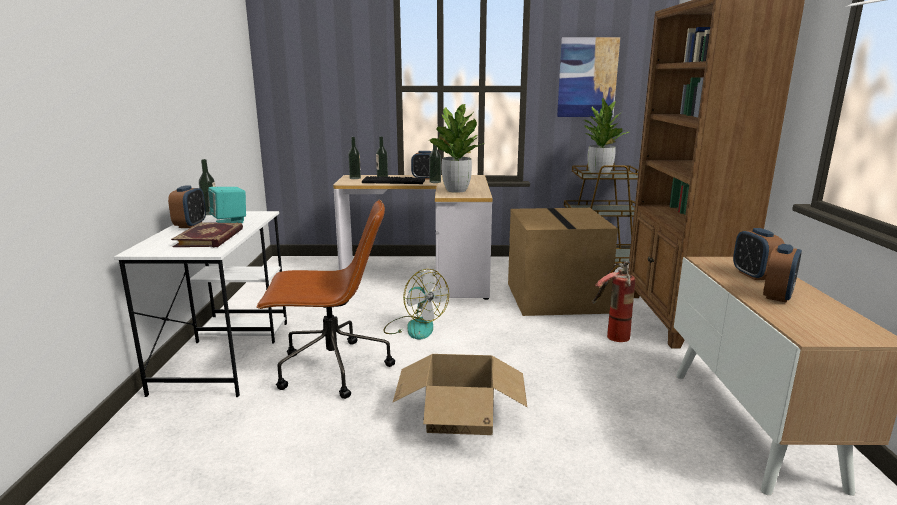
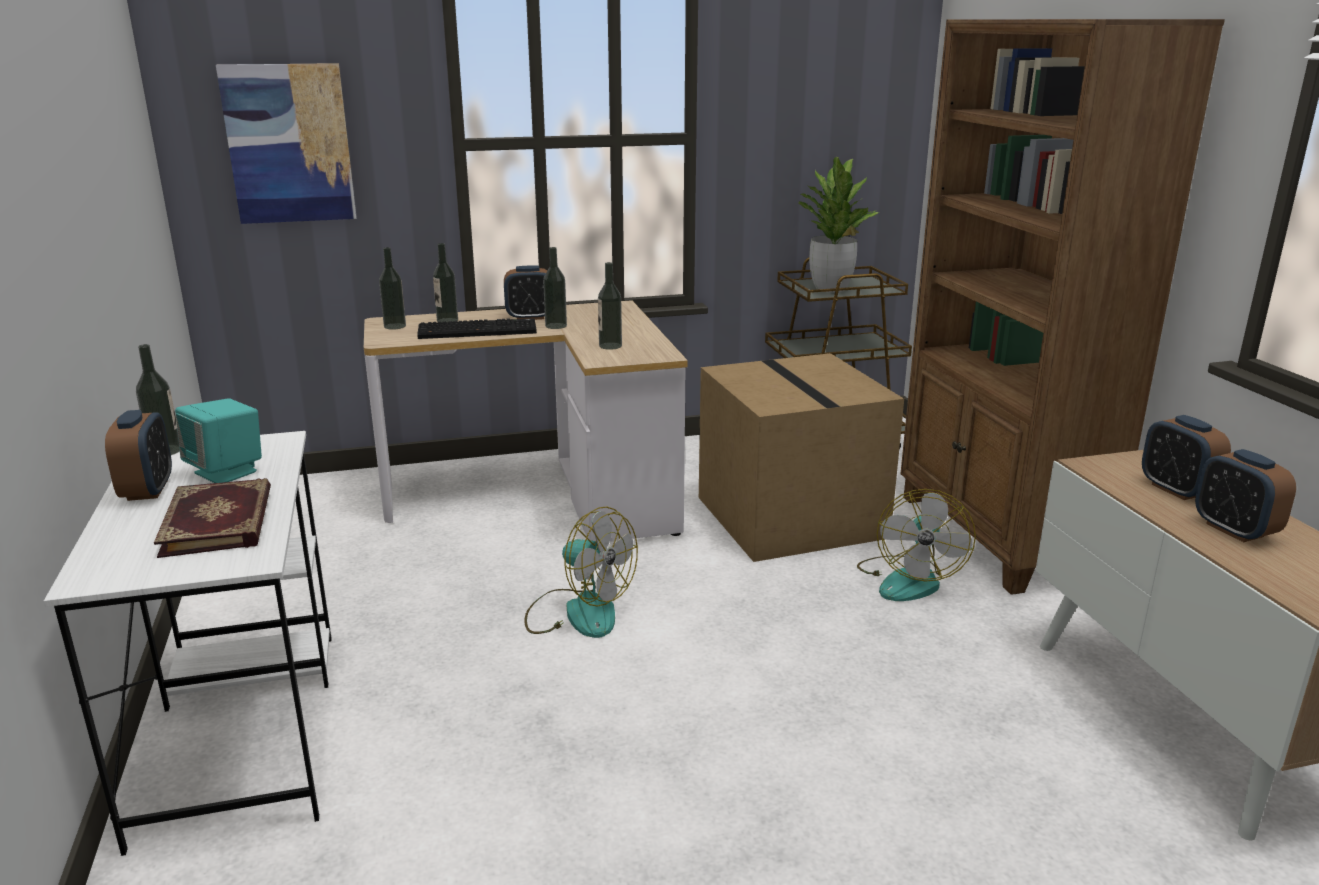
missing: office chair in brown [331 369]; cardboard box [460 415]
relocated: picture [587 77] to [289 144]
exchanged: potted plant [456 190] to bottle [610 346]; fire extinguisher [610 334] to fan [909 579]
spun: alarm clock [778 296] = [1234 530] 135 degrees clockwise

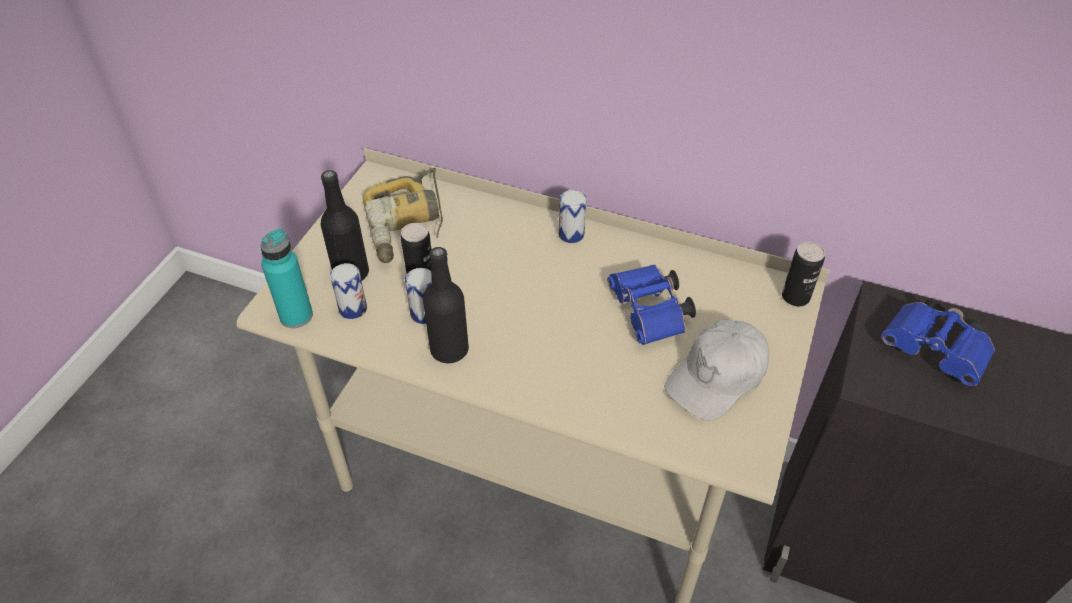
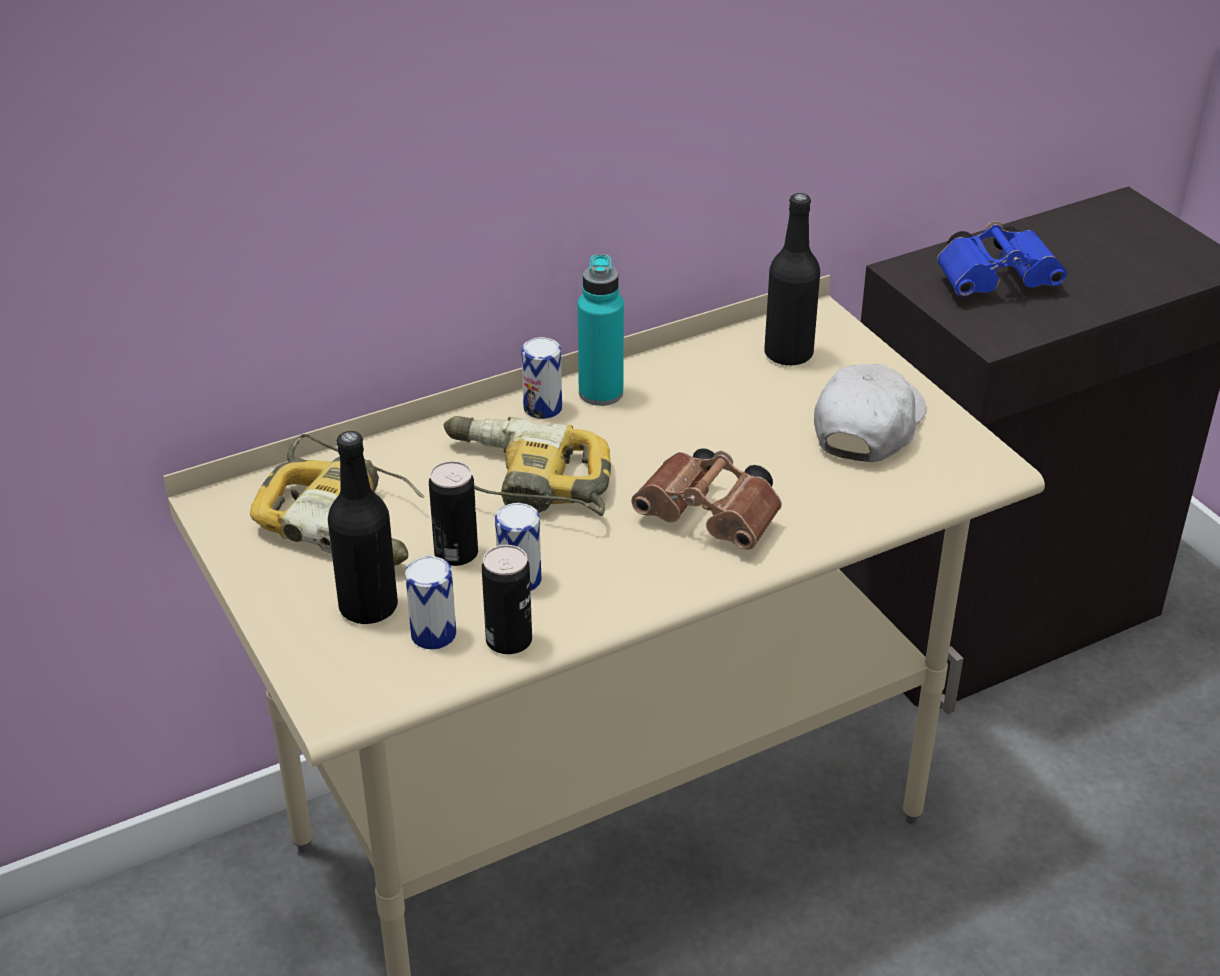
missing: binoculars in blue [650 315]
appeared: power drill [523 483]; binoculars in brown [713 519]
relocated: bottle in turquoise [296 316] to [601 393]; can [795 297] to [509 640]; bottle in black [449 350] to [788 354]
spun: cap in white [717 377] = [868 426] 150 degrees counterclockwise

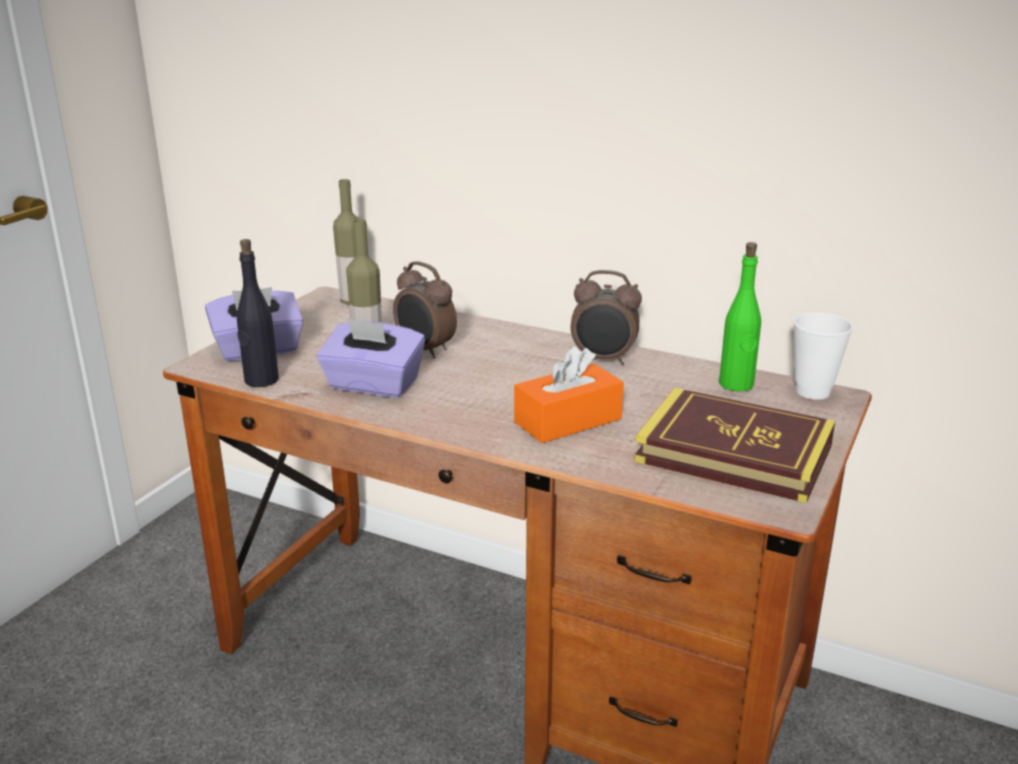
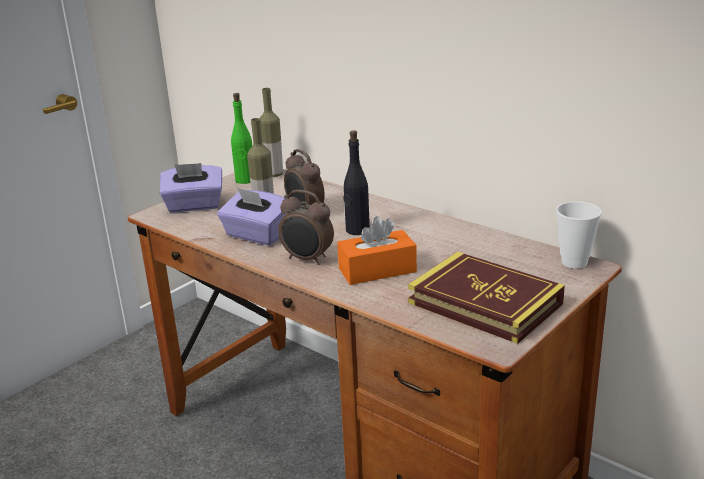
relocated: bottle in black [261 380] to [357 230]; bottle in green [736 384] to [245 180]; alarm clock [603 360] to [307 259]

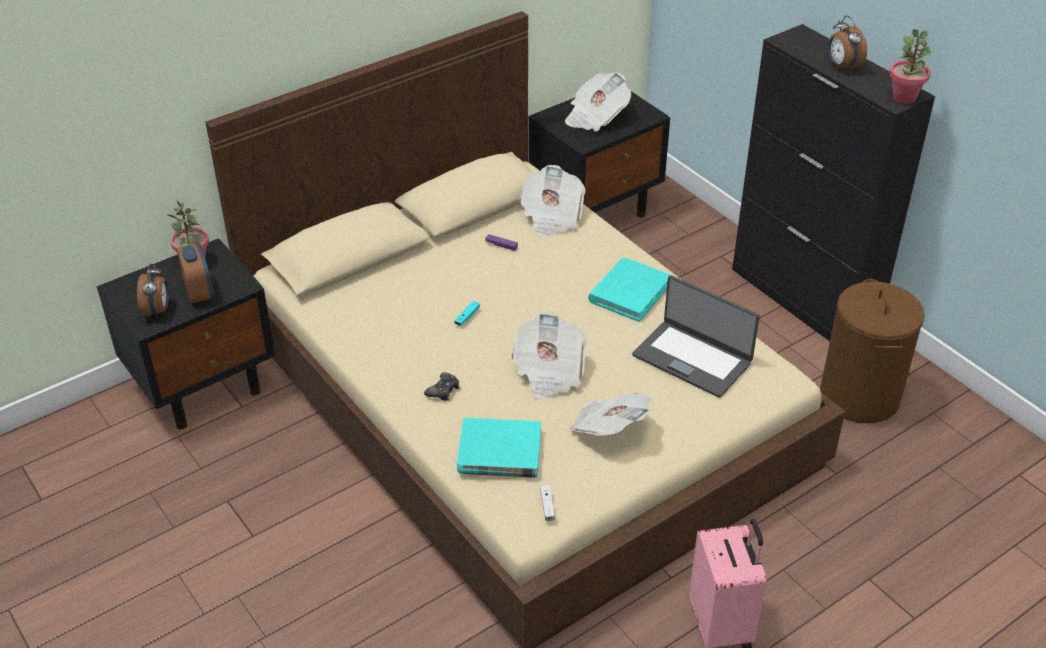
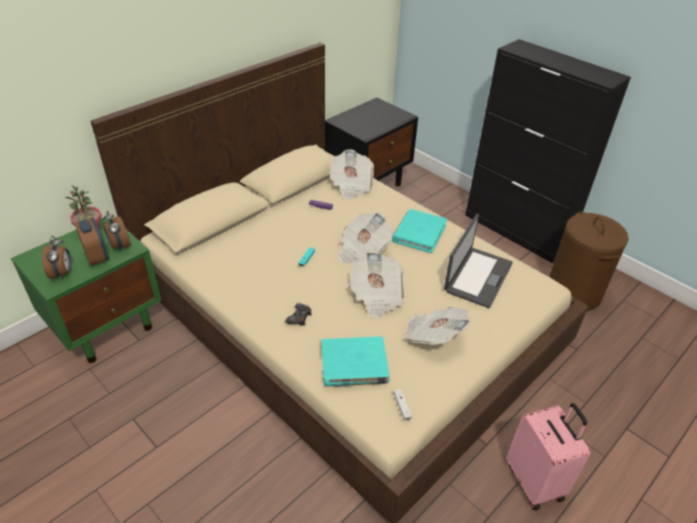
missing: potted plant [904 97]
relocated: alarm clock [842 67] to [119 246]; newspaper [596 117] to [362 251]
colour: nightstand in black [204 386] to nightstand in green [108 327]
spun: laptop [692 358] = [477 276] 90 degrees counterclockwise

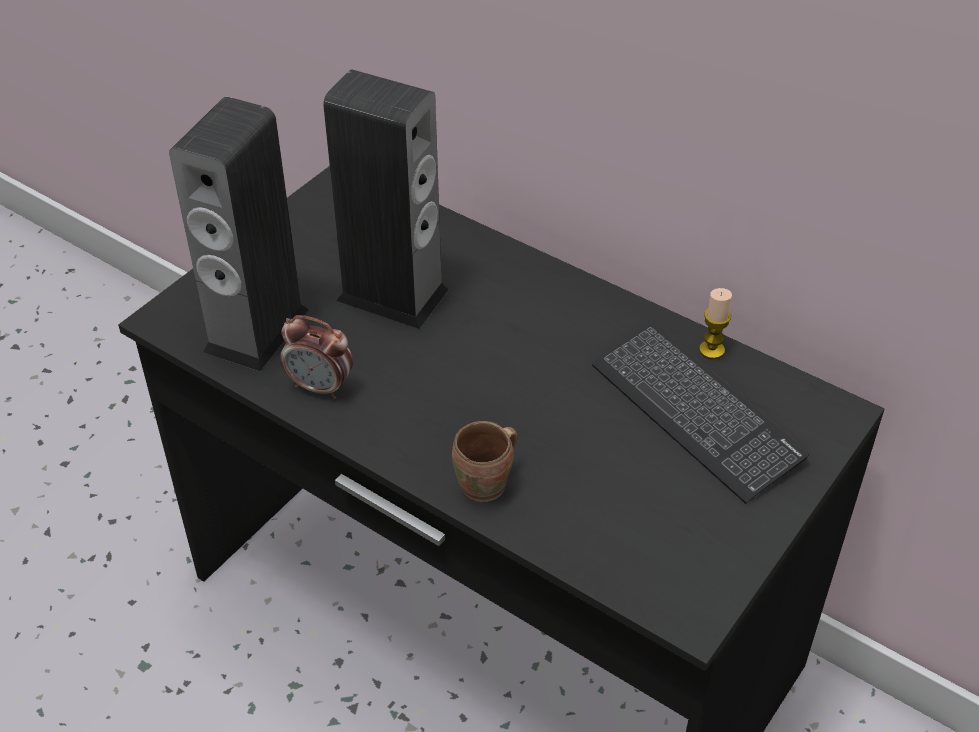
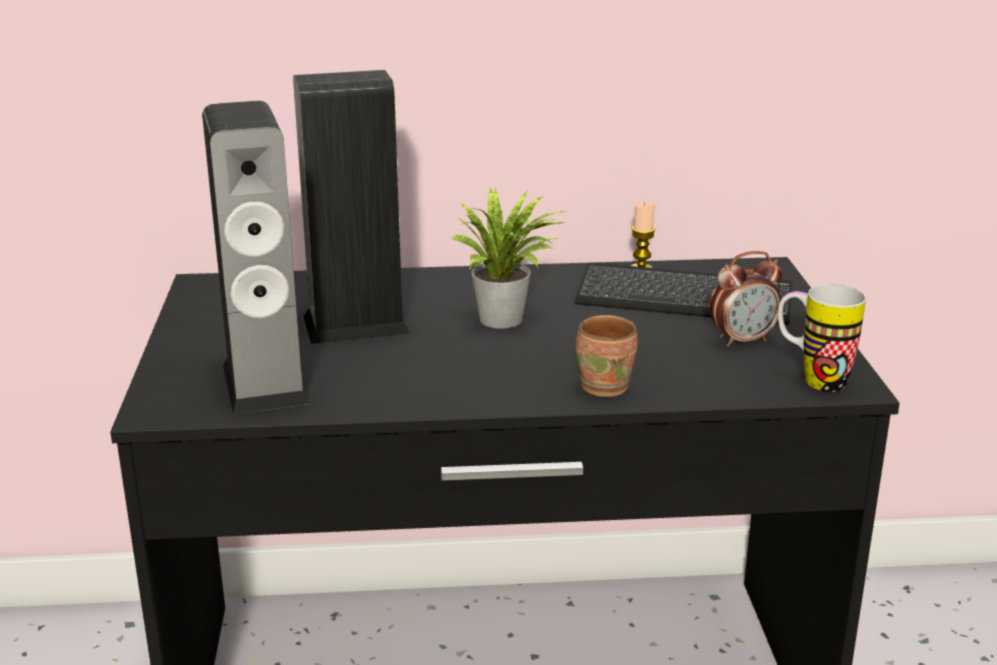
appeared: potted plant [506 320]; mug [812 379]
relocated: alarm clock [320 387] to [742 340]

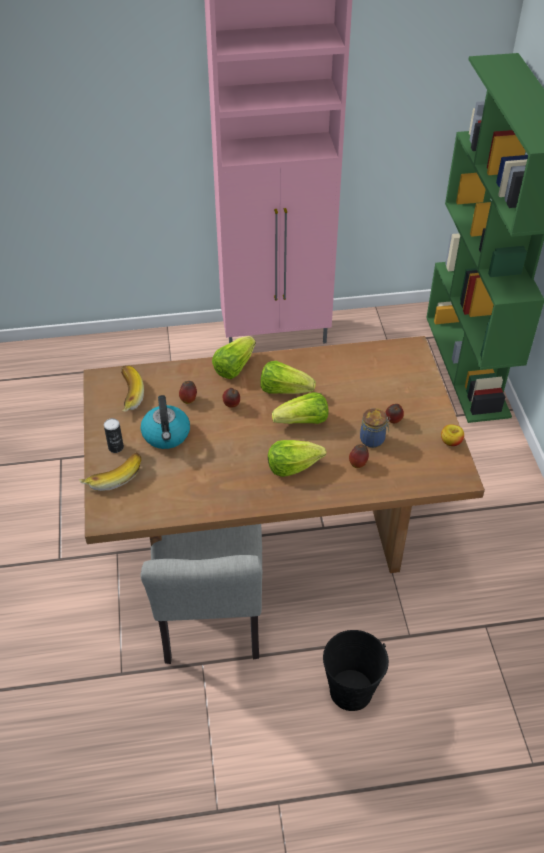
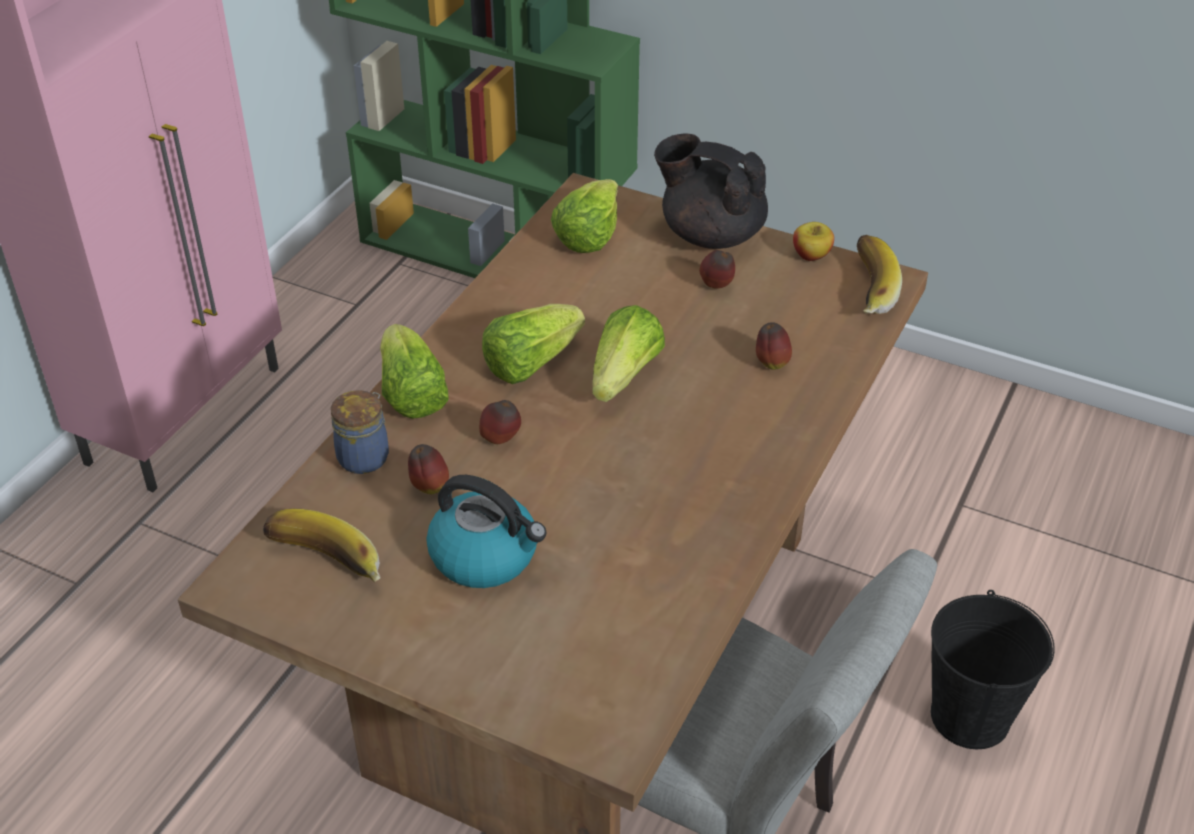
missing: can [116 447]
appeared: teapot in black [710 234]
relocated: jar [373 439] to [365 457]; lettuce [293 465] to [588 235]; banana [113 476] to [865 290]

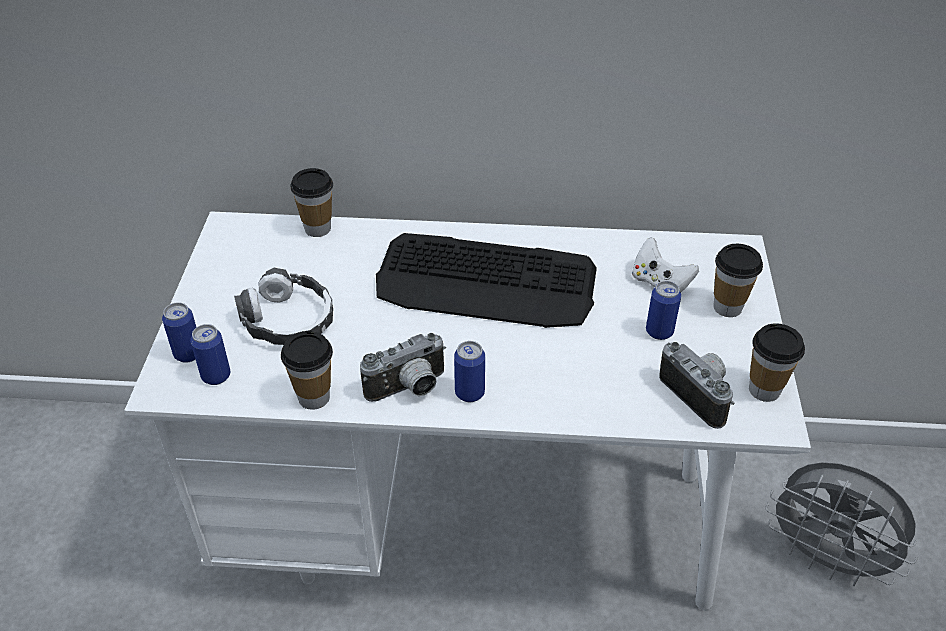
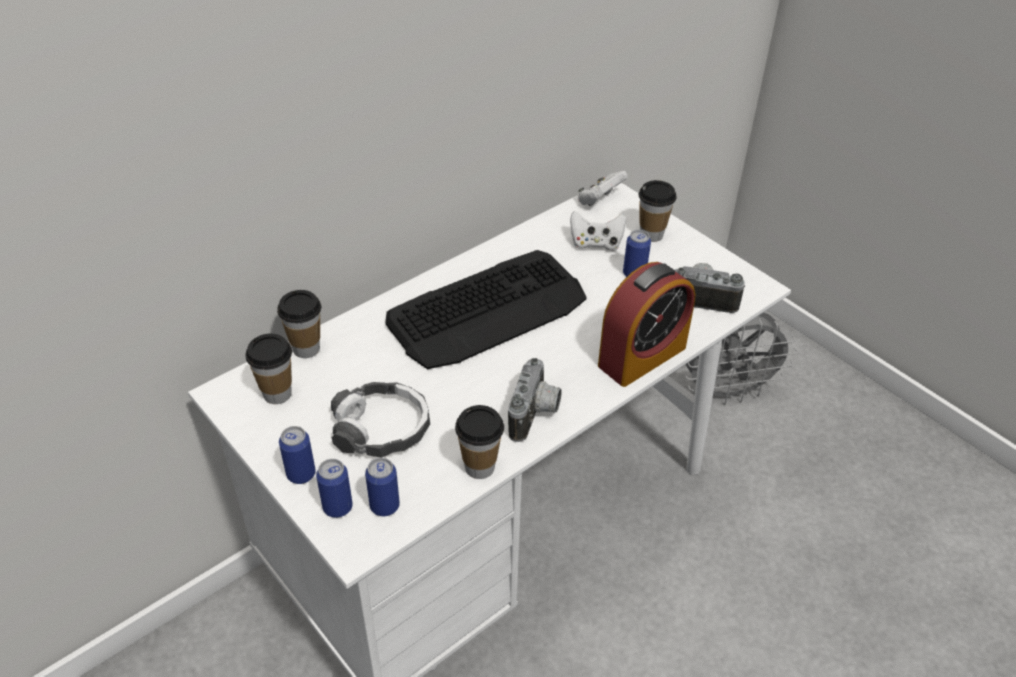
appeared: game controller in white [599 200]; alarm clock [642 356]
relocated: cup [764 390] to [277 394]; can [469 393] to [301 474]

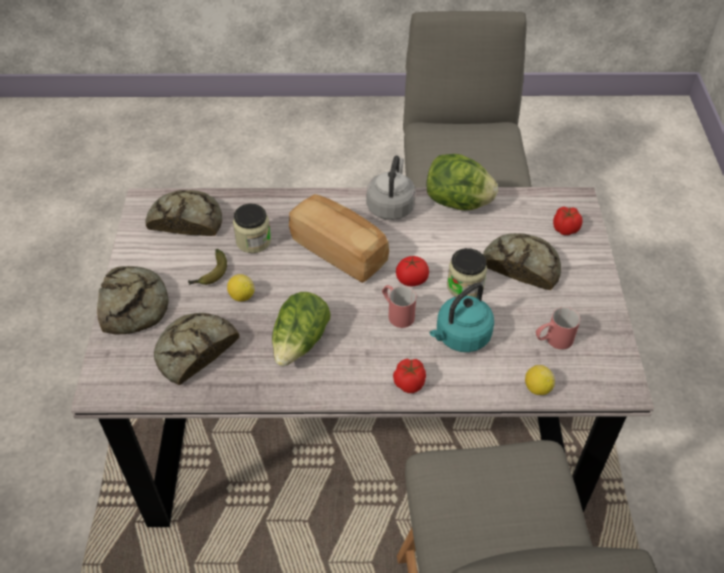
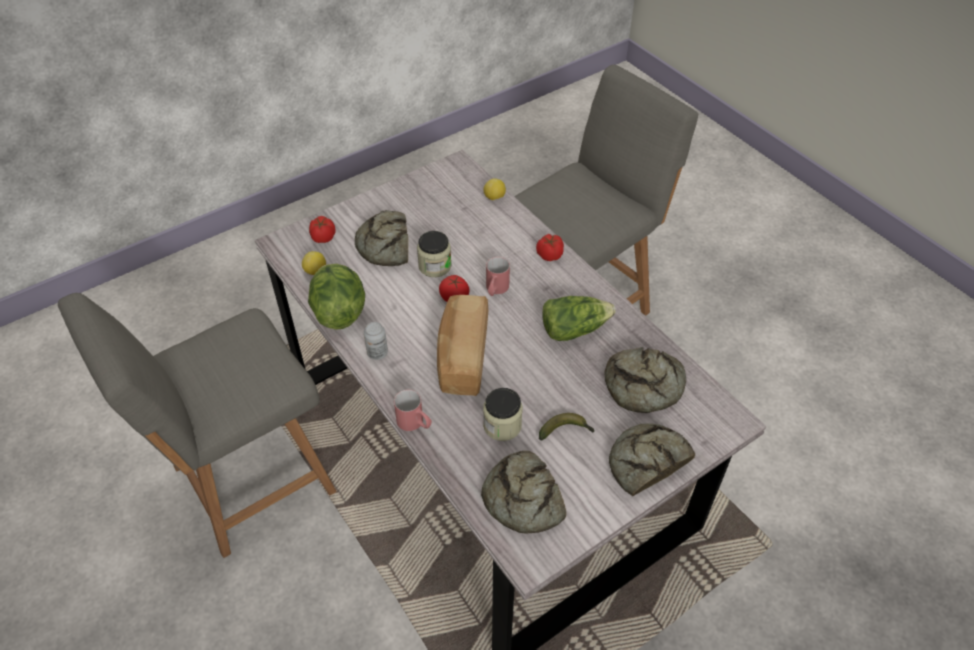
missing: kettle in turquoise [460 337]
relocated: lemon [242 296] to [315 271]; mug in red [553 340] to [415 424]
exchanged: kettle in grey [391 206] to can [377 353]

